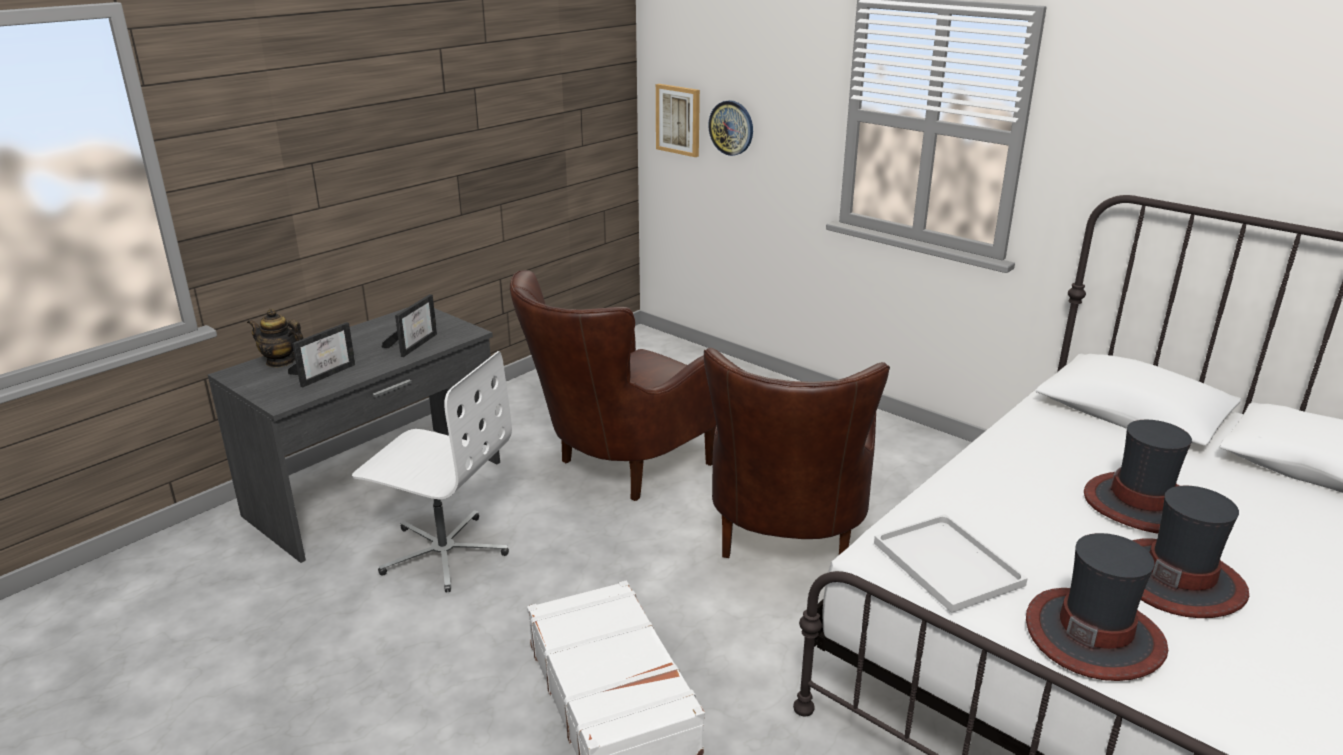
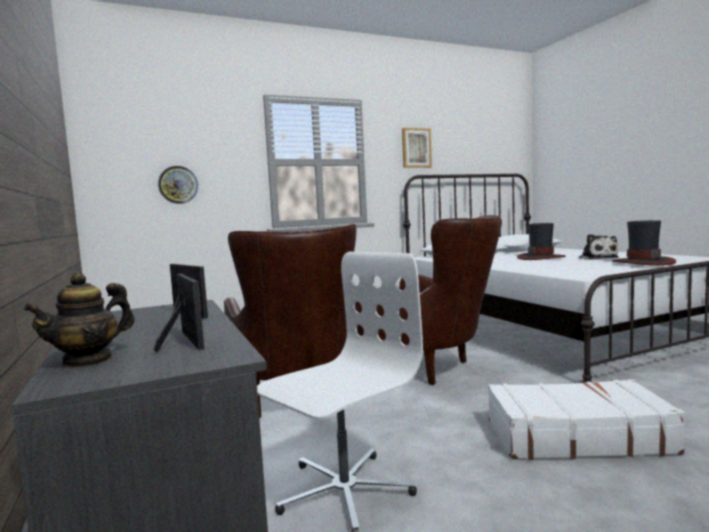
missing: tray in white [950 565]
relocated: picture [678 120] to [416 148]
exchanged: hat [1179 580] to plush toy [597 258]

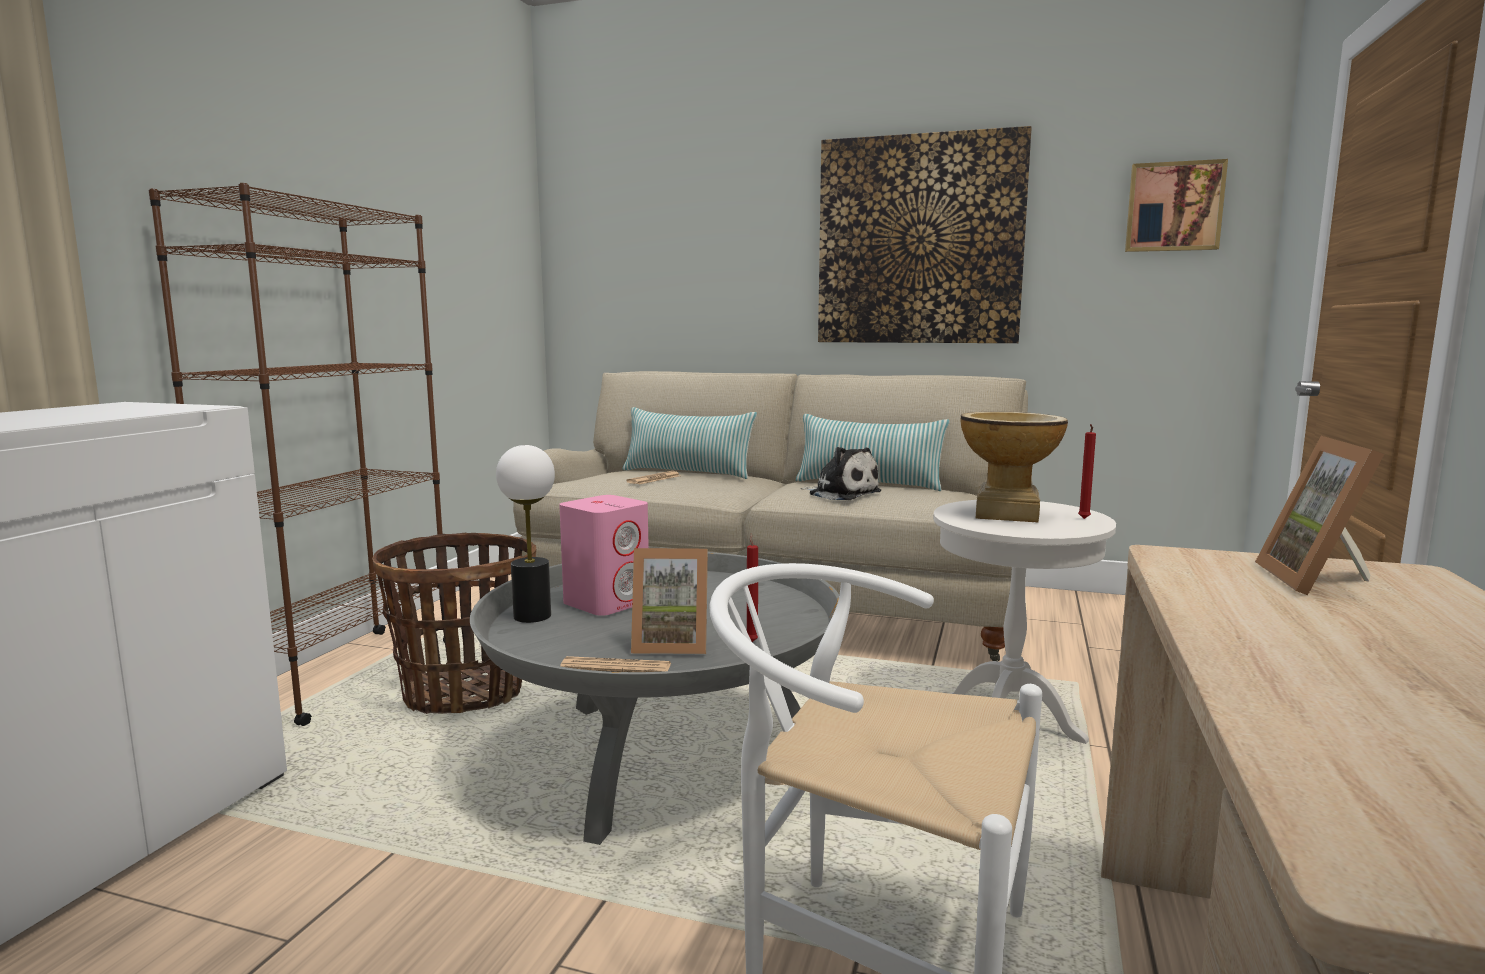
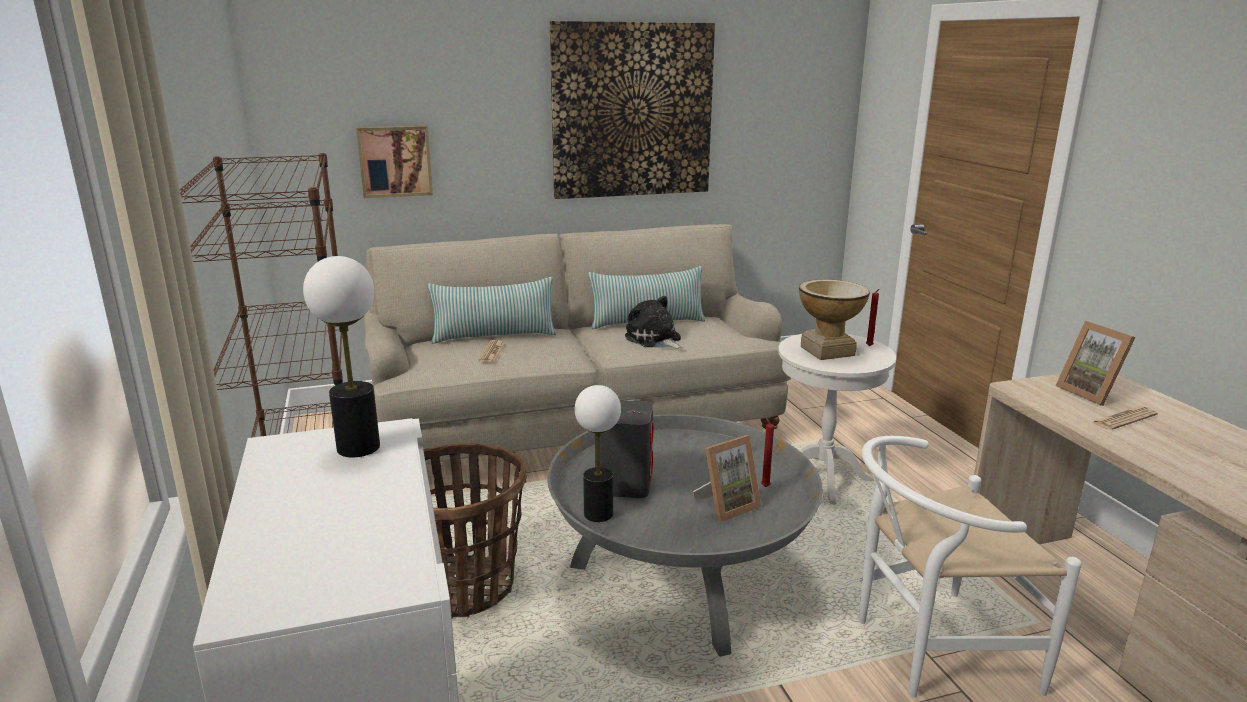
appeared: table lamp [358 448]
relocated: picture [1174 207] to [395 161]; newspaper [616 667] to [1123 419]
colour: speaker in pink [607 602] to speaker in grey [624 484]
spun: plush toy [841 494] = [654 340] 135 degrees counterclockwise

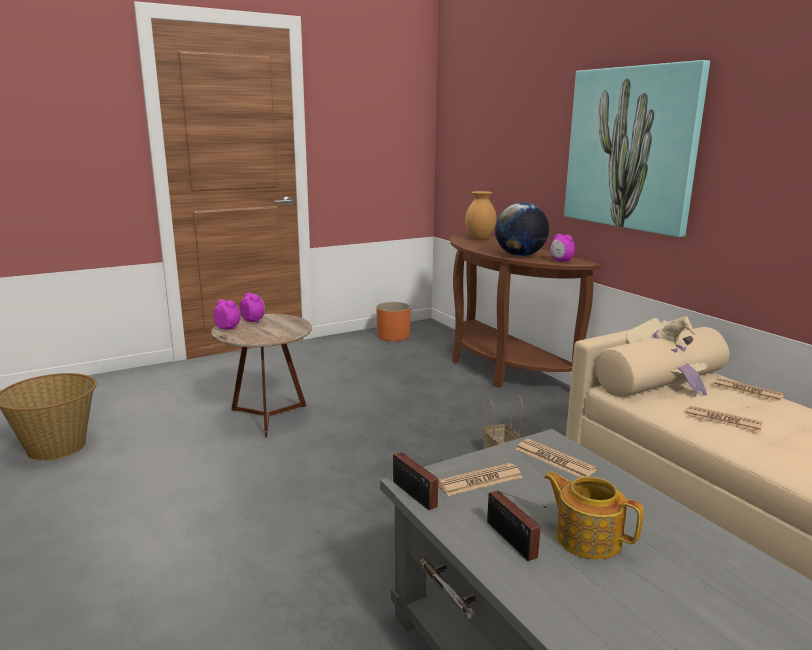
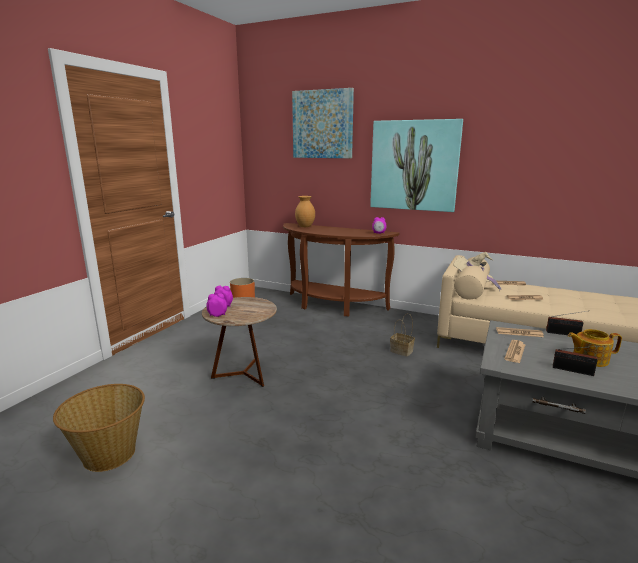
missing: globe [520 255]
appeared: picture [322 124]
relocated: radio [416 496] to [565 334]

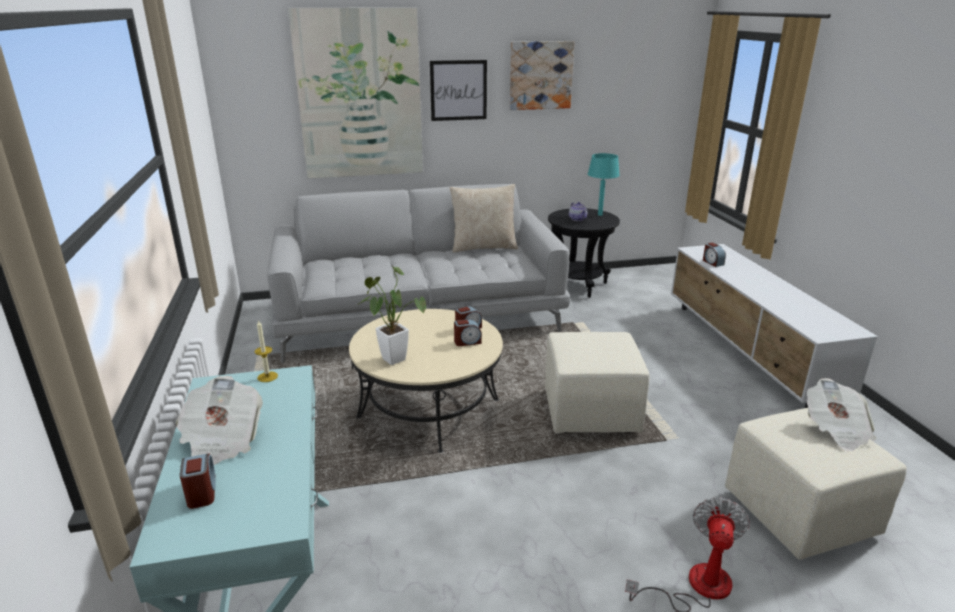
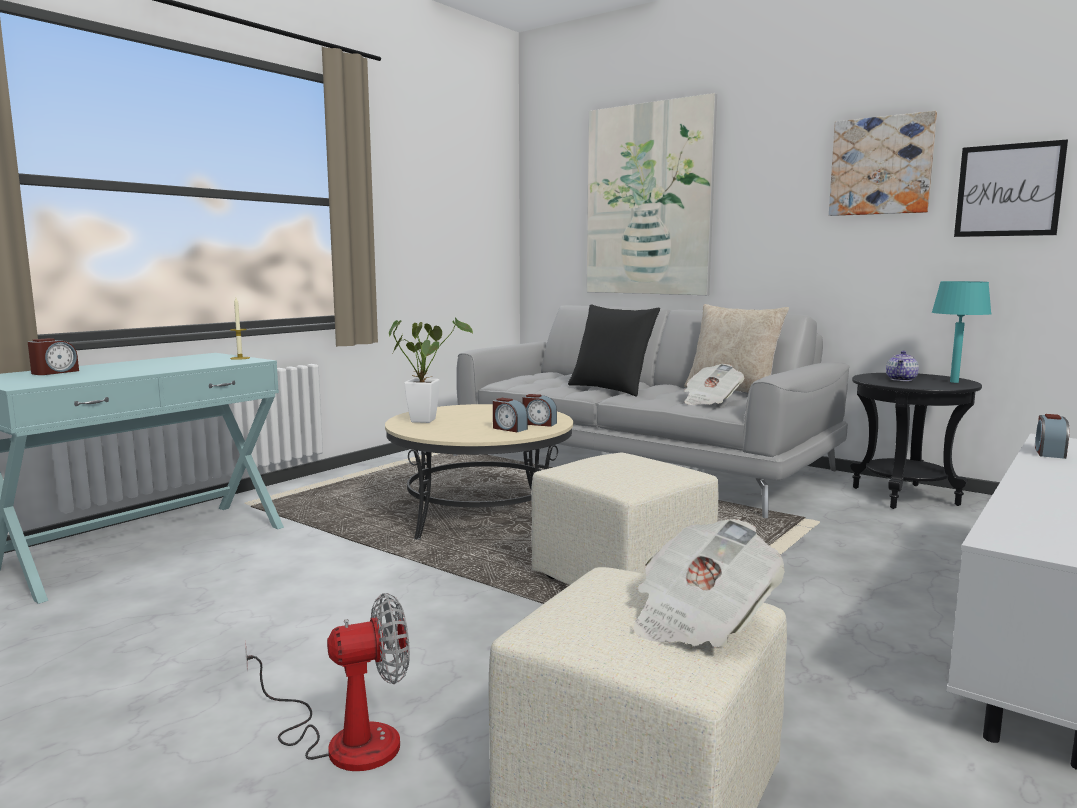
appeared: pillow in black [611 389]
relocated: picture [458 90] to [1008 190]; newspaper [222 440] to [710 401]

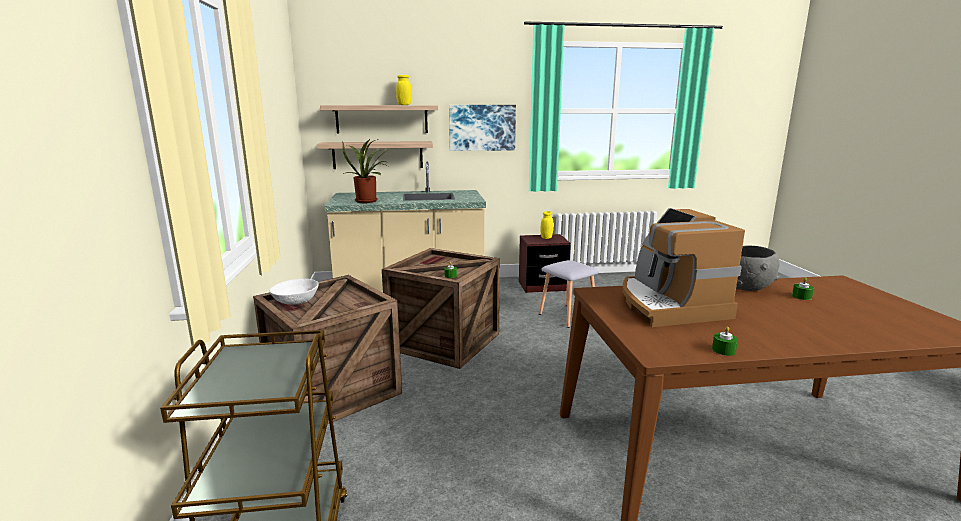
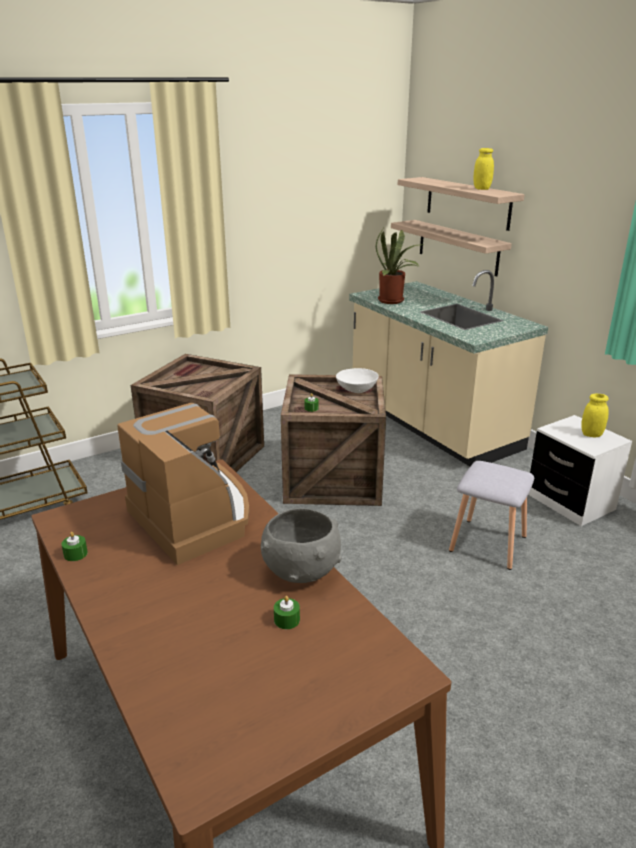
missing: picture [482 127]
relocated: bowl in white [296 301] to [357 389]
colour: nightstand in brown [542 286] to nightstand in white [570 502]
spun: coffee machine [668 305] = [194 517] 90 degrees clockwise

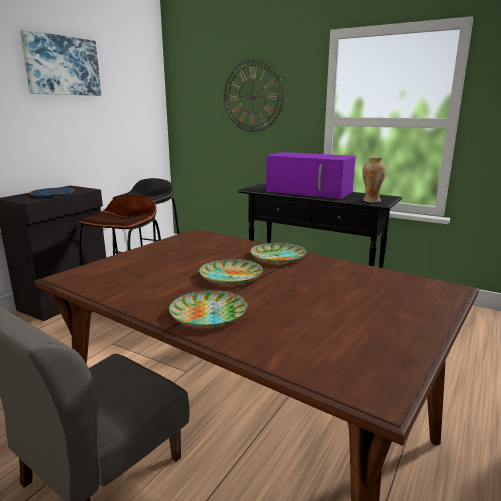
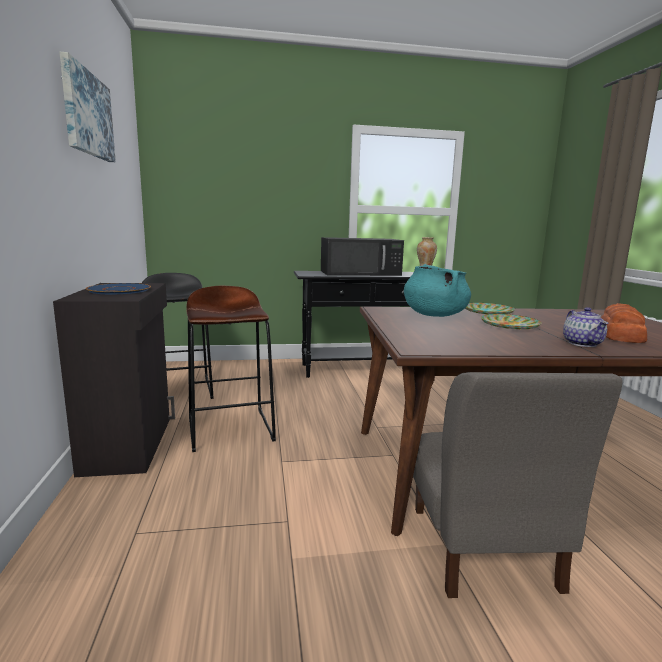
missing: wall clock [252 96]
appeared: cooking pot in turquoise [434 315]; bread [619 334]
exchanged: plate [209 313] to teapot [582 343]
colour: microwave in purple [310 191] to microwave in black [361 273]

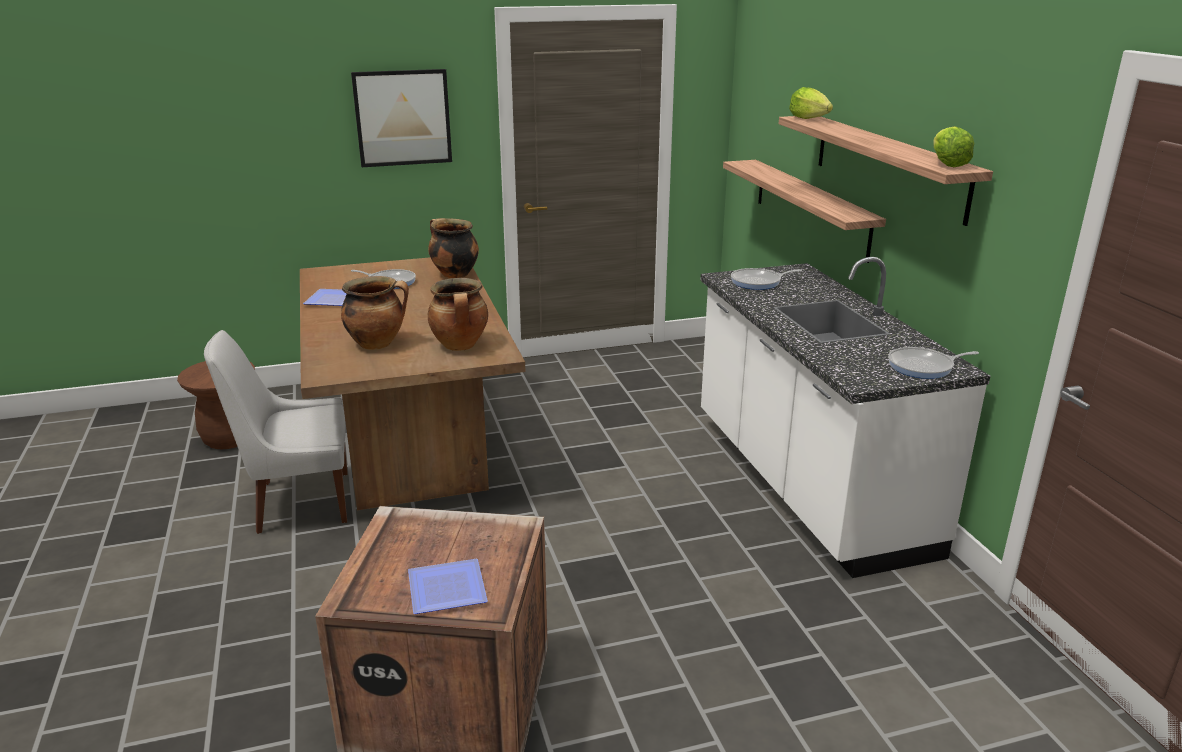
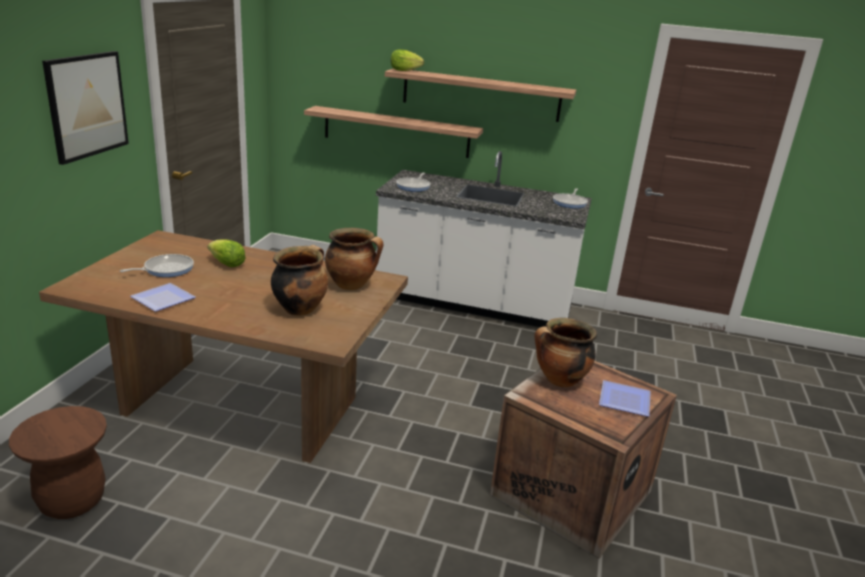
missing: chair in white [298 502]
relocated: lettuce [947 164] to [227 264]; cooking pot [454 275] to [559 381]

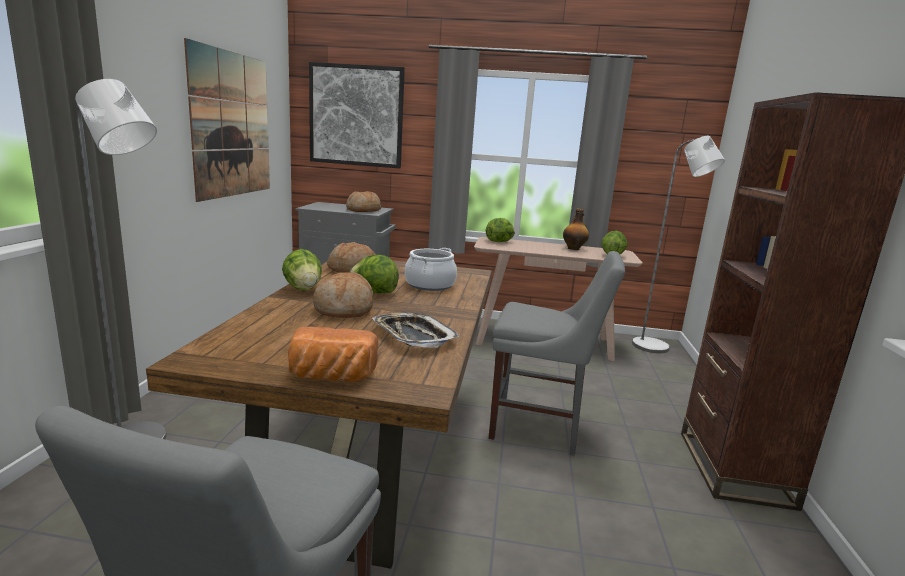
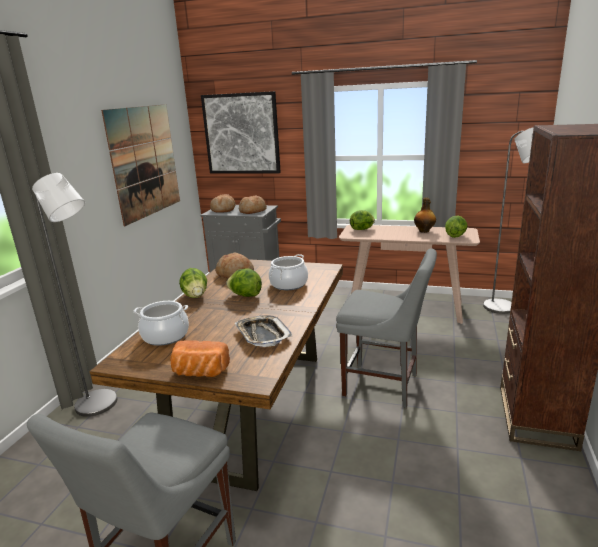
appeared: cooking pot [165 336]
relocated: bread [344 309] to [223 210]

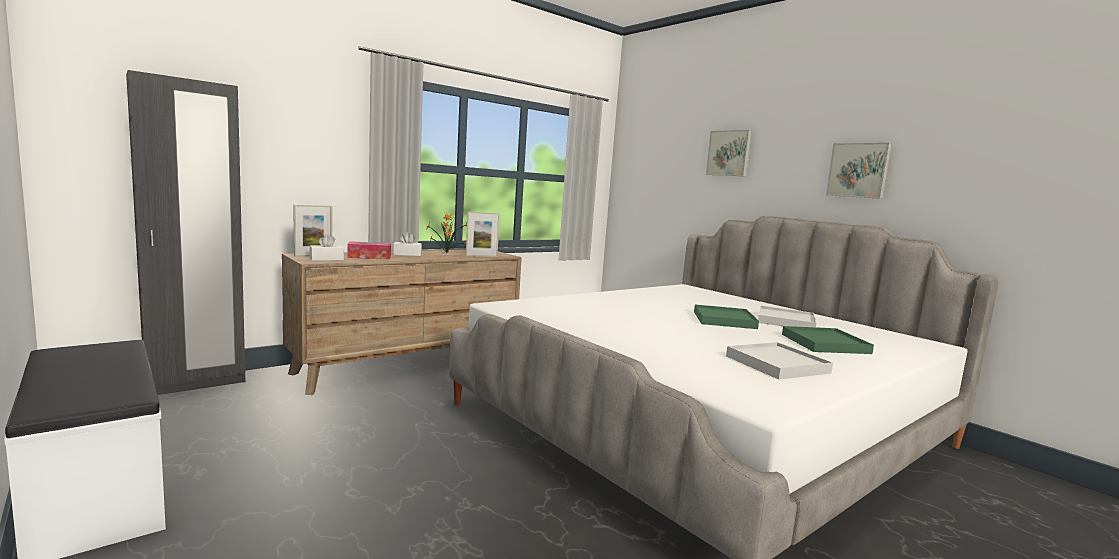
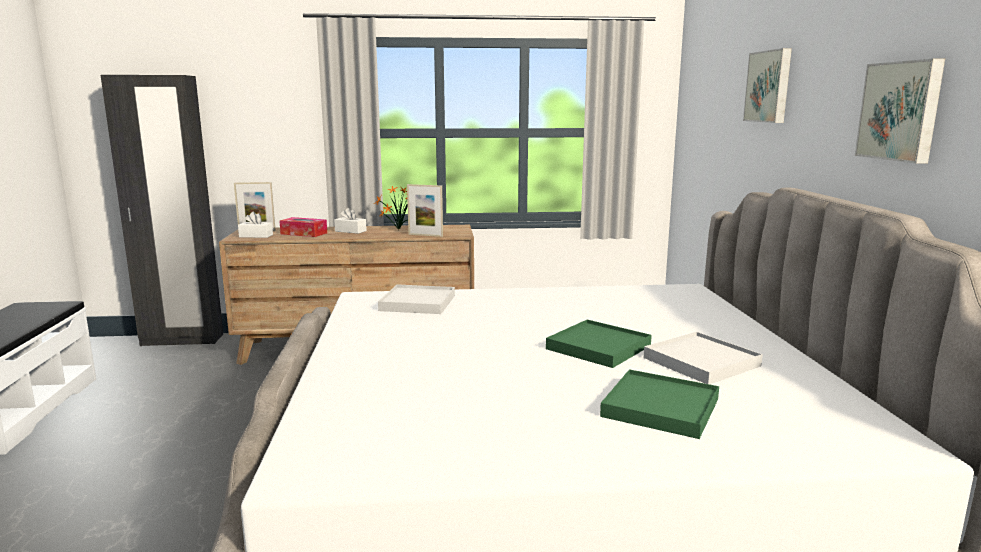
relocated: tray in white [777 364] to [418 303]

